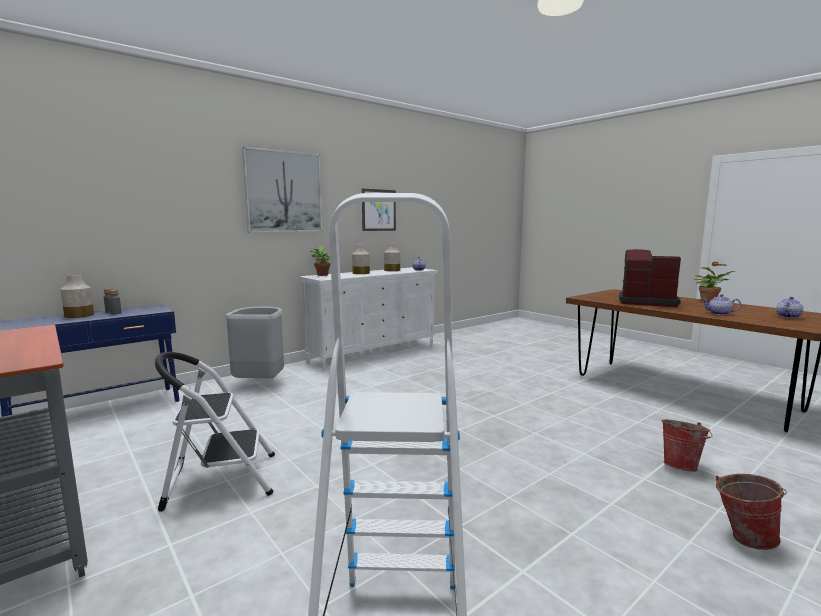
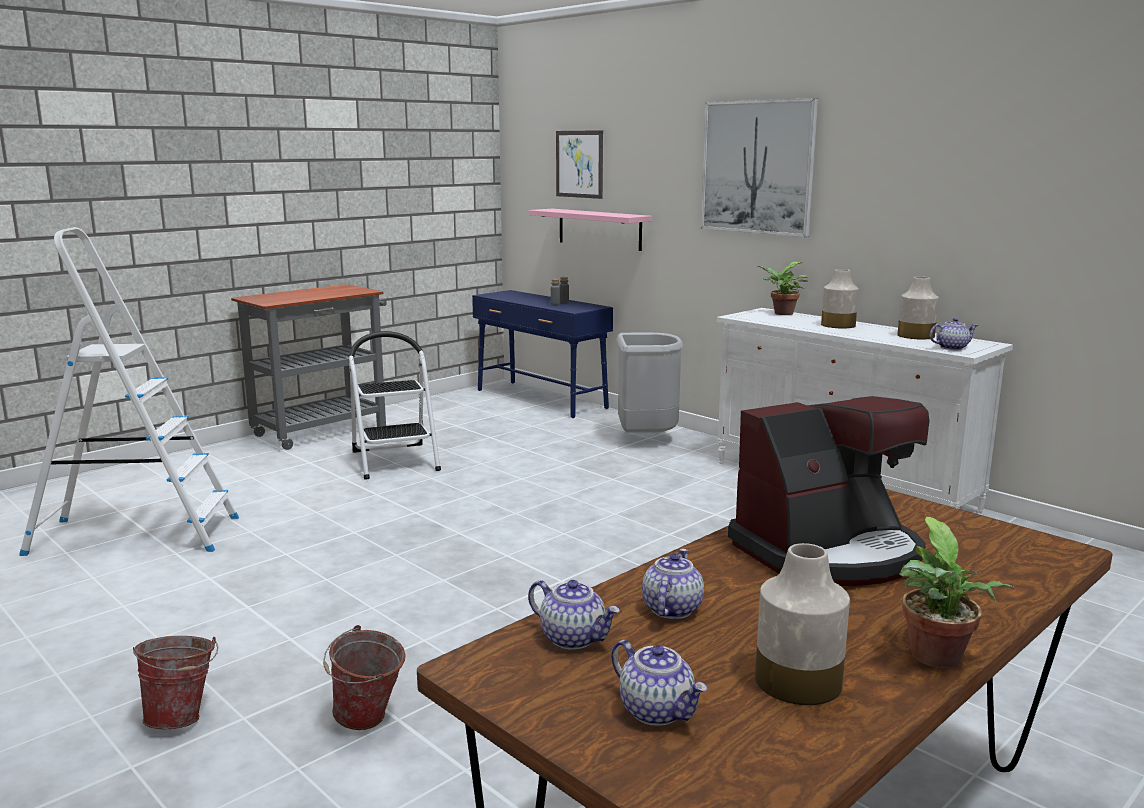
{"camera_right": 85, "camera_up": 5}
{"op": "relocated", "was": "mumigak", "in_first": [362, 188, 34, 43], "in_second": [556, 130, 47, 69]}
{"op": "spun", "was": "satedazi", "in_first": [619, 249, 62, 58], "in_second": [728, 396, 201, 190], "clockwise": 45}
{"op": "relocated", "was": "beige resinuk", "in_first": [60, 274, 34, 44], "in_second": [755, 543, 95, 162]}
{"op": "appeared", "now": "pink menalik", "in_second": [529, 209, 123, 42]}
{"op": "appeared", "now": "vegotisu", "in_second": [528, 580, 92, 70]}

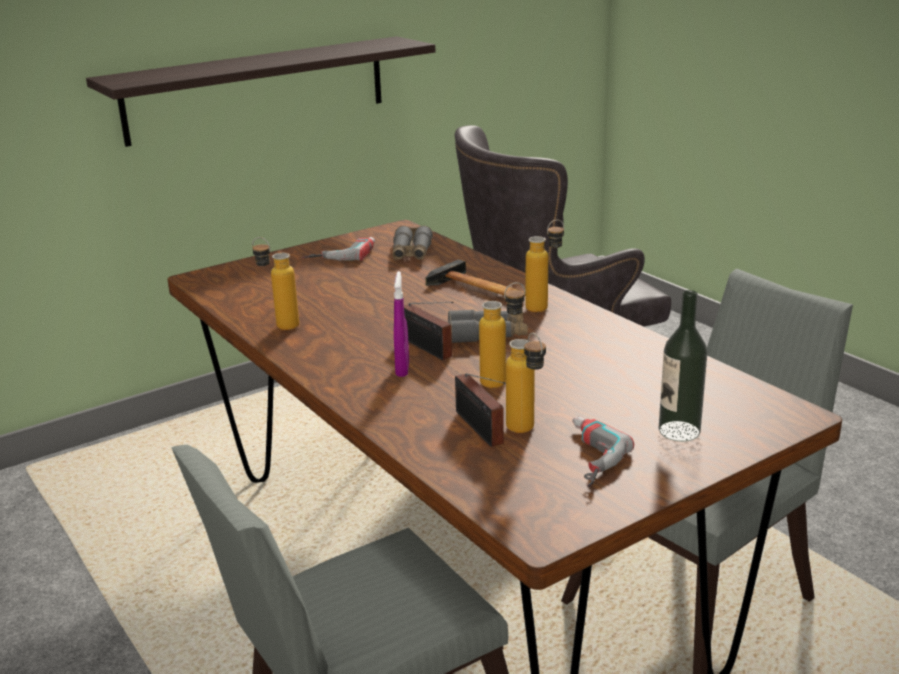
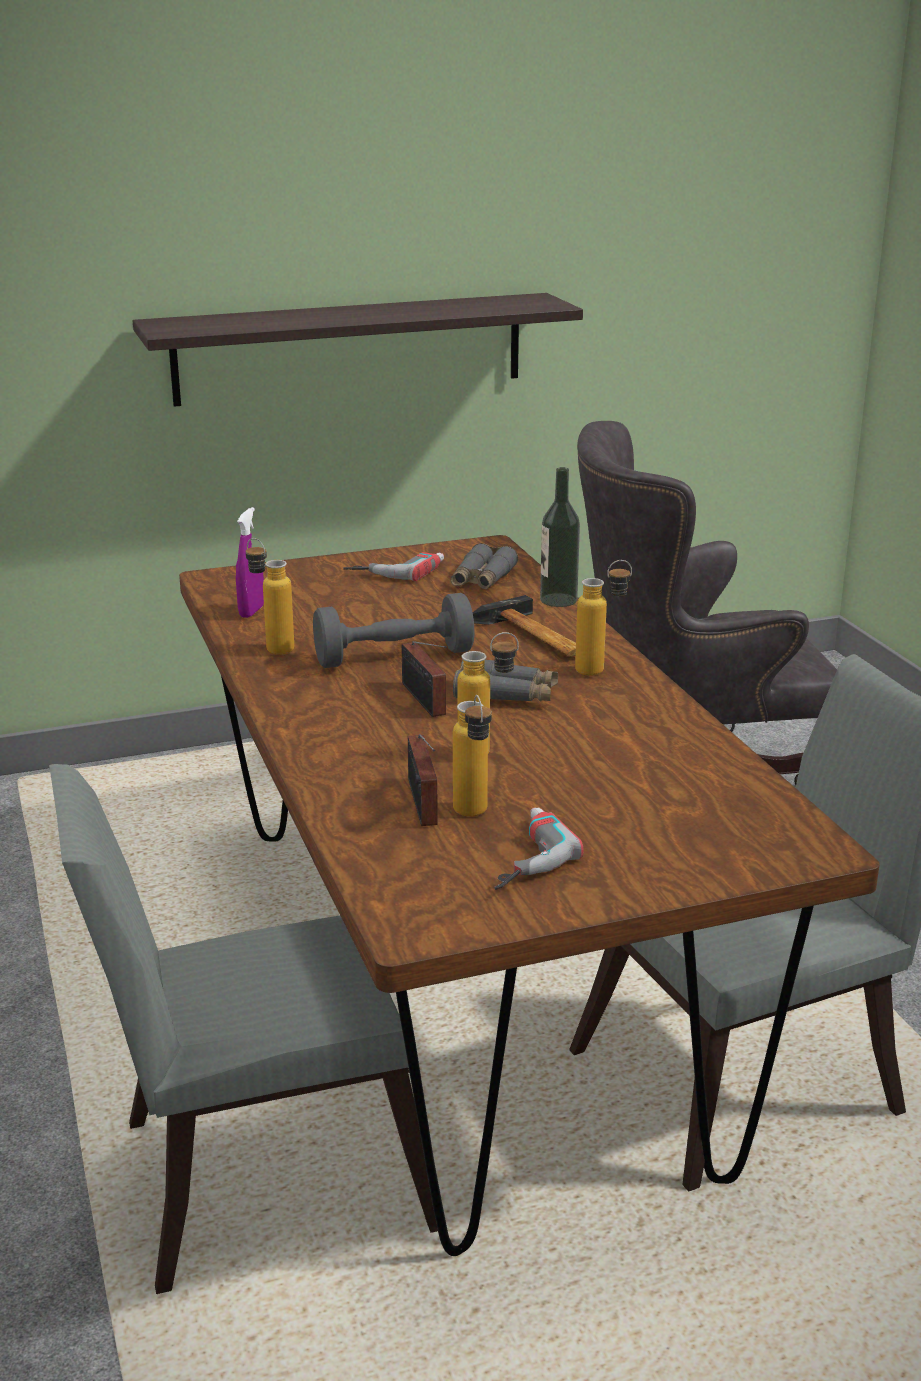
{"camera_right": 15, "camera_up": 0}
{"op": "relocated", "was": "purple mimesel", "in_first": [394, 271, 15, 106], "in_second": [236, 507, 28, 111]}
{"op": "relocated", "was": "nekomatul", "in_first": [659, 290, 49, 152], "in_second": [540, 467, 40, 140]}
{"op": "appeared", "now": "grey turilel", "in_second": [313, 593, 162, 75]}

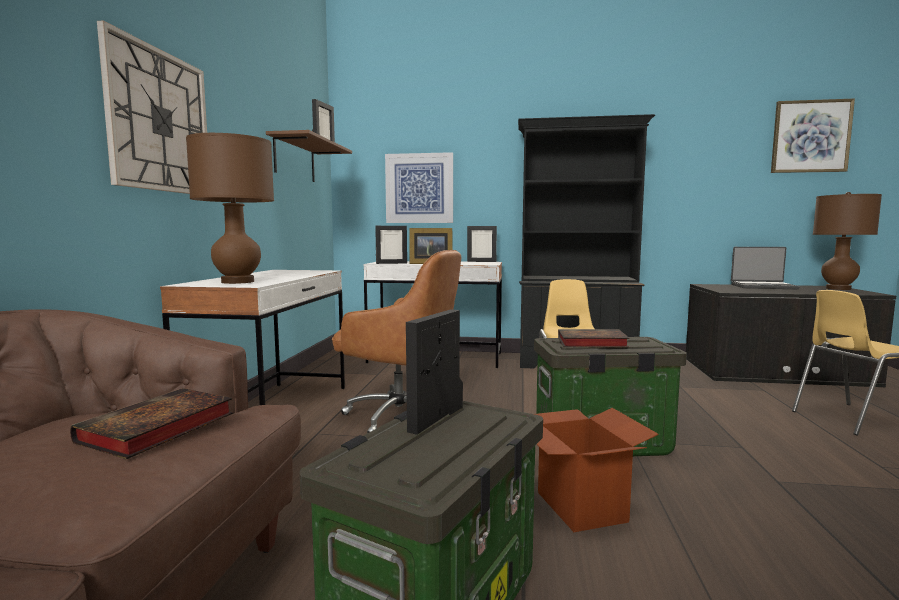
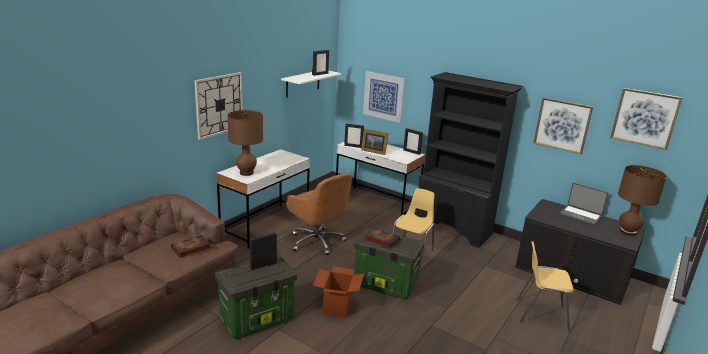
{"camera_right": 25, "camera_up": 15}
{"op": "colour", "was": "brown menalik", "now": "white menalik", "in_first": [266, 130, 86, 52], "in_second": [281, 71, 60, 26]}
{"op": "appeared", "now": "mumigak", "in_second": [533, 97, 60, 57]}

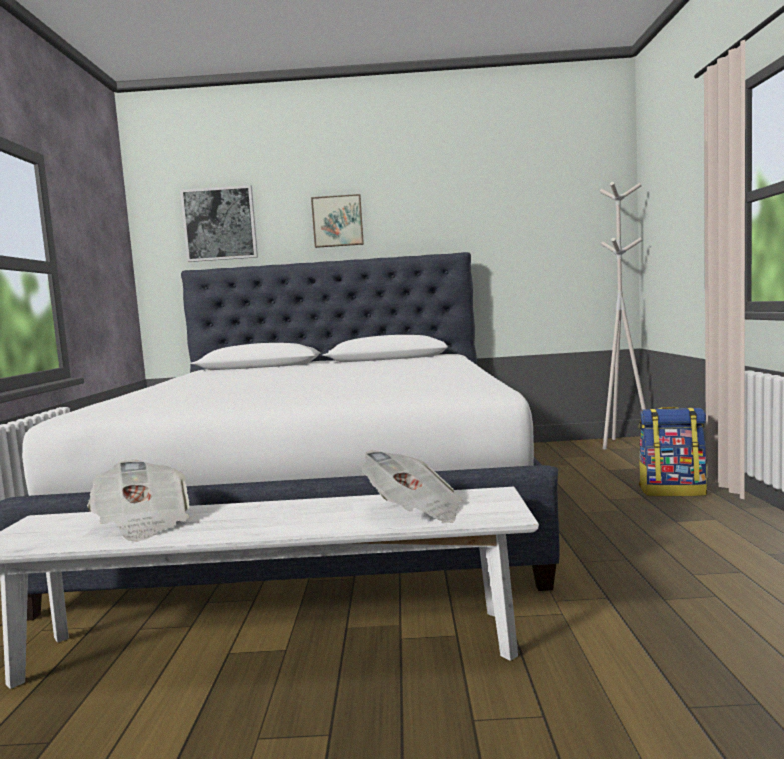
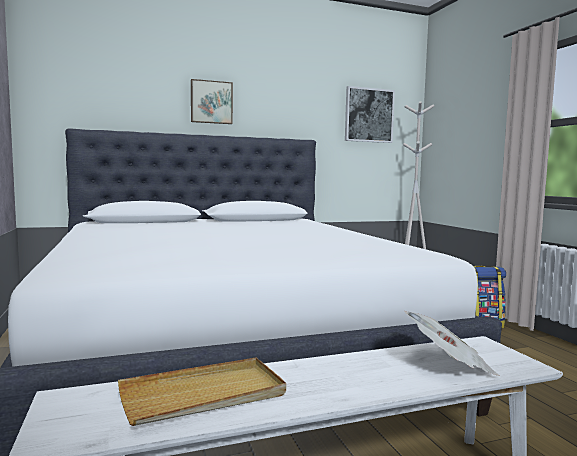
{"camera_right": -20, "camera_up": 0}
{"op": "relocated", "was": "mumigak", "in_first": [180, 185, 78, 77], "in_second": [345, 86, 50, 57]}
{"op": "exchanged", "was": "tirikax", "now": "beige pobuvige", "in_first": [87, 460, 102, 82], "in_second": [118, 358, 168, 68]}

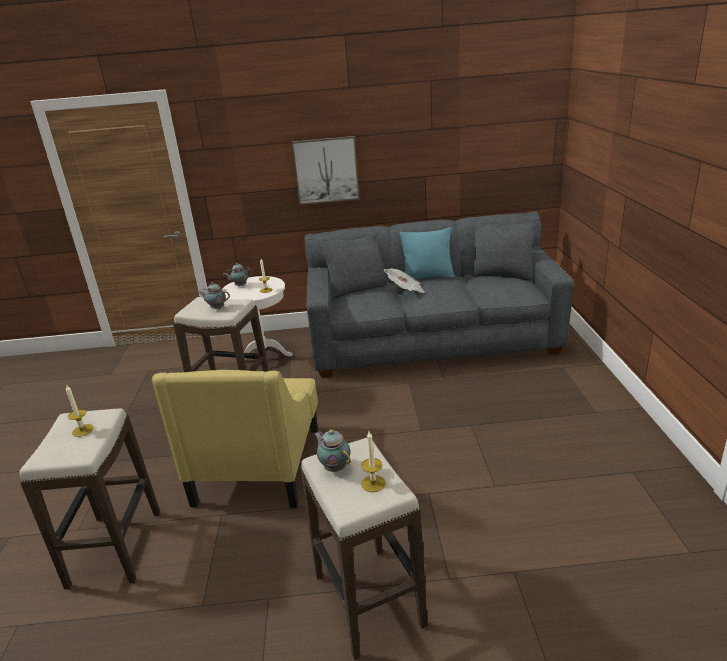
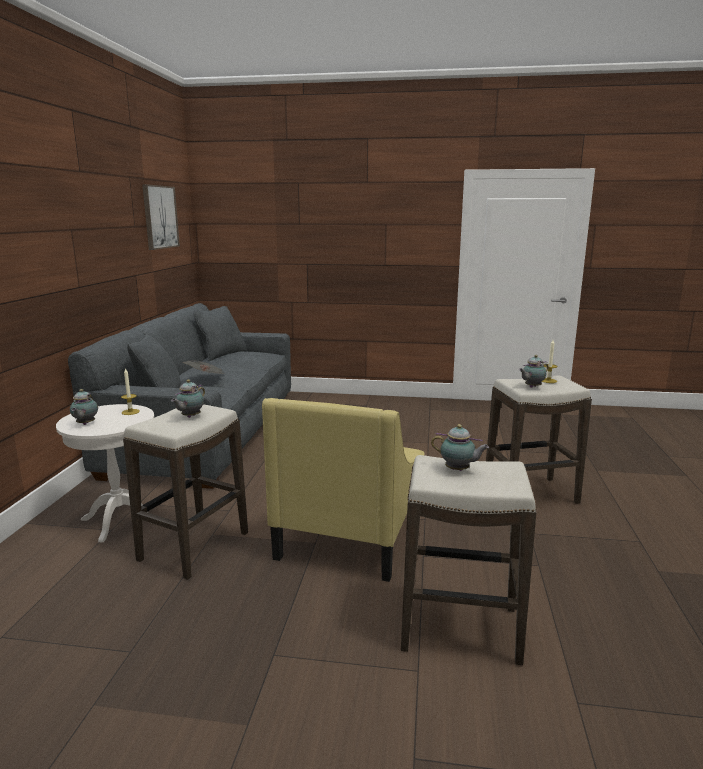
{"camera_right": -80, "camera_up": -10}
{"op": "relocated", "was": "mumigak", "in_first": [291, 136, 69, 69], "in_second": [142, 184, 38, 66]}
{"op": "missing", "was": "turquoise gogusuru", "in_first": [400, 227, 55, 52]}
{"op": "spun", "was": "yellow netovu", "in_first": [152, 370, 166, 138], "in_second": [262, 398, 163, 184], "clockwise": 90}
{"op": "exchanged", "was": "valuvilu", "now": "vegotisu", "in_first": [66, 384, 28, 53], "in_second": [431, 424, 58, 47]}

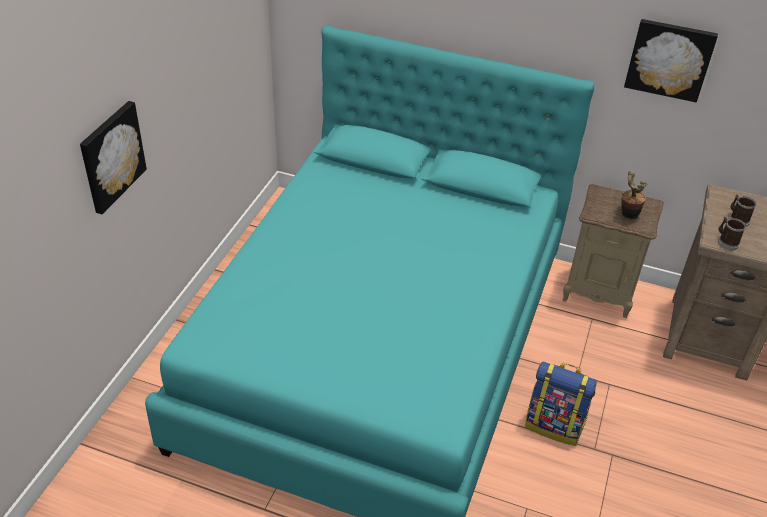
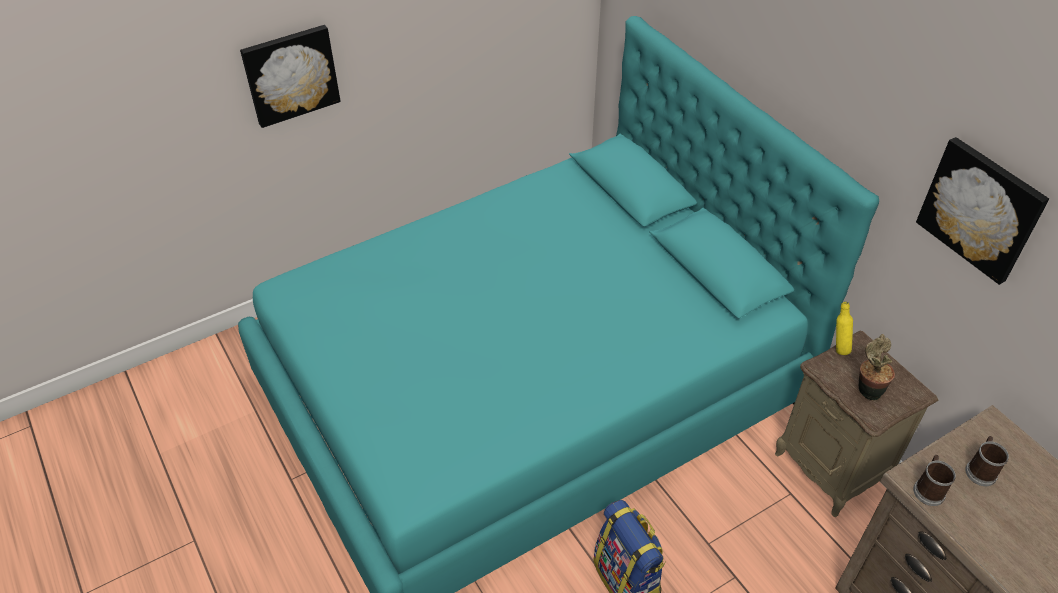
{"camera_right": 40, "camera_up": 5}
{"op": "appeared", "now": "yellow nekomatul", "in_second": [836, 302, 17, 53]}

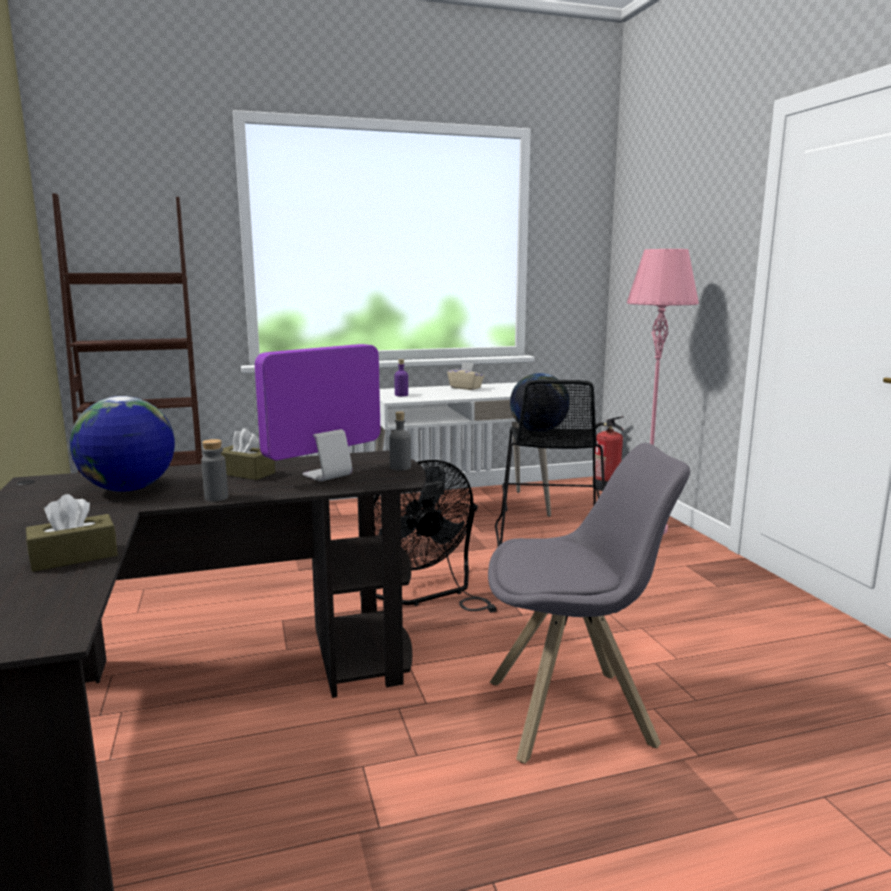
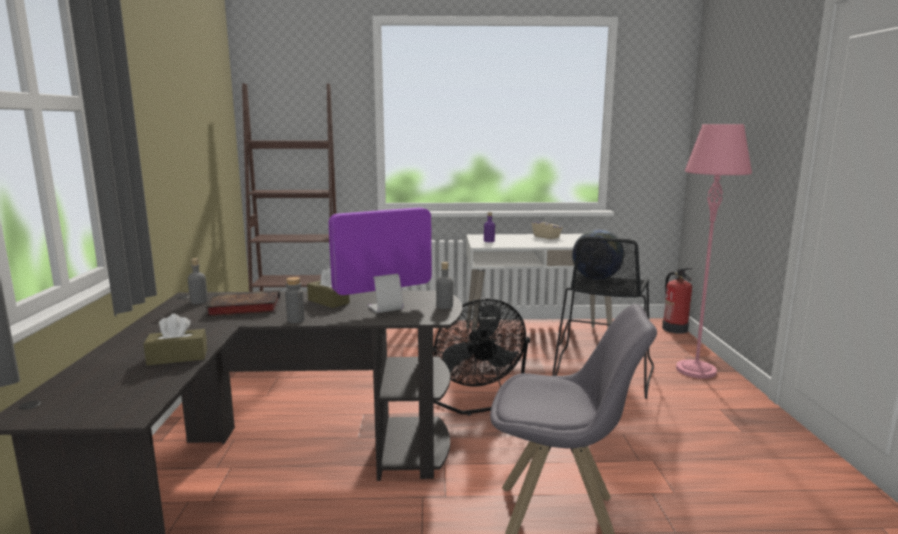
{"camera_right": 15, "camera_up": 0}
{"op": "exchanged", "was": "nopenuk", "now": "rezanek", "in_first": [70, 396, 105, 96], "in_second": [205, 290, 75, 27]}
{"op": "appeared", "now": "grey nekomatul", "in_second": [188, 258, 20, 46]}

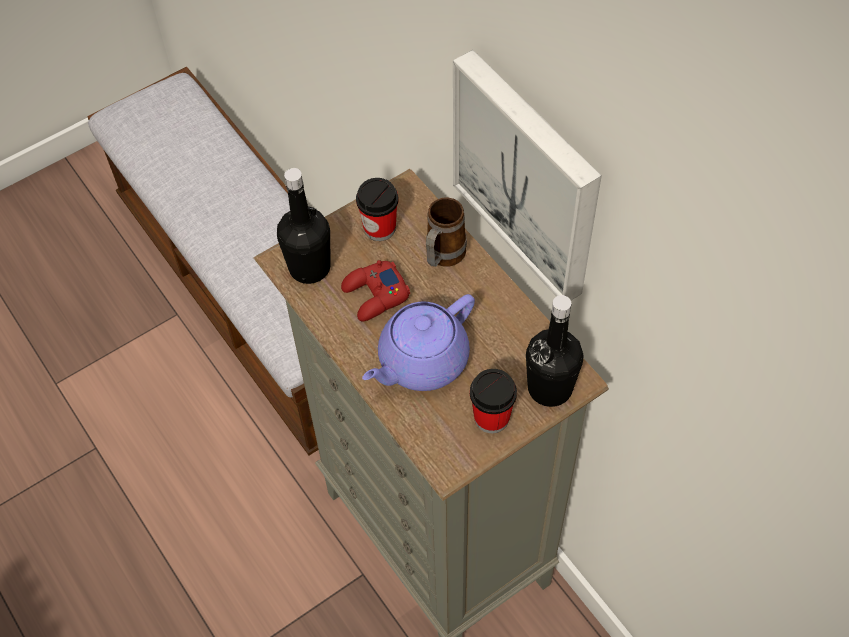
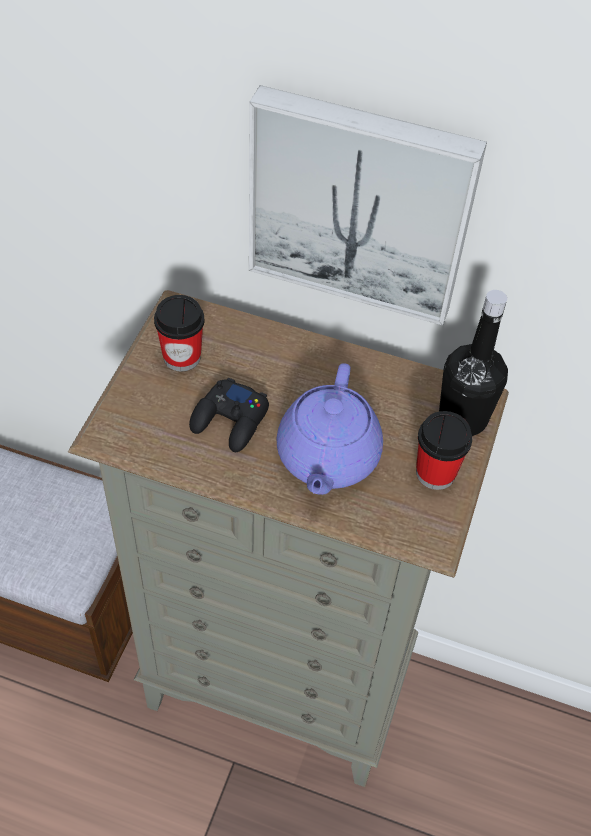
{"camera_right": -40, "camera_up": -5}
{"op": "missing", "was": "black nekomatul", "in_first": [277, 168, 54, 116]}
{"op": "missing", "was": "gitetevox", "in_first": [426, 197, 41, 70]}
{"op": "colour", "was": "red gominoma", "now": "black gominoma", "in_first": [341, 260, 69, 61], "in_second": [189, 377, 80, 75]}

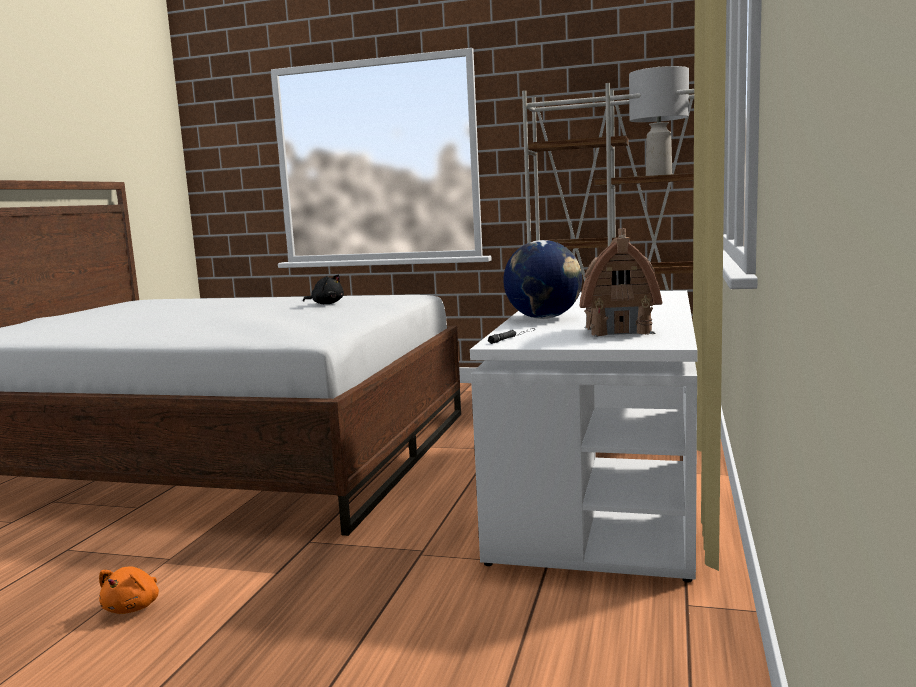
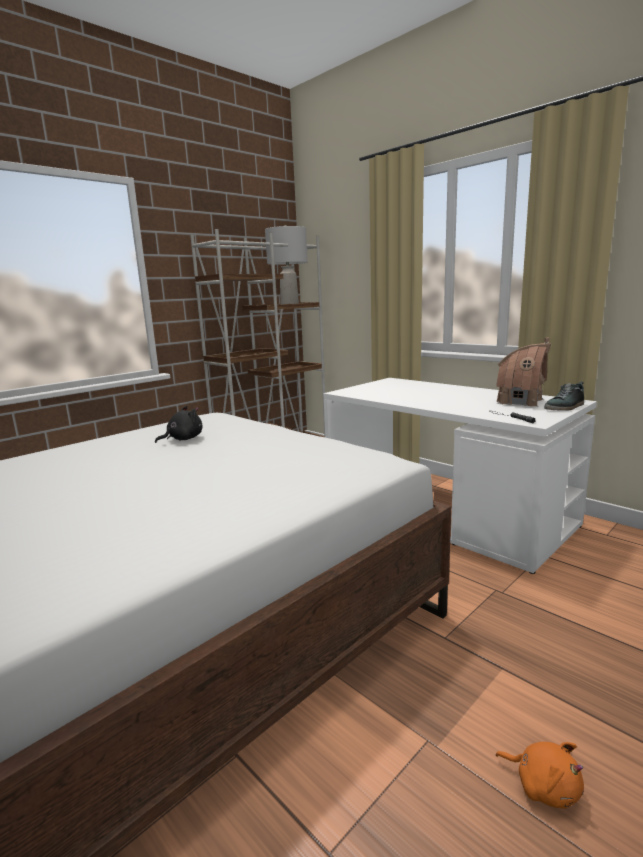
{"camera_right": -60, "camera_up": 5}
{"op": "missing", "was": "nopenuk", "in_first": [503, 240, 79, 79]}
{"op": "appeared", "now": "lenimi", "in_second": [544, 382, 40, 29]}

